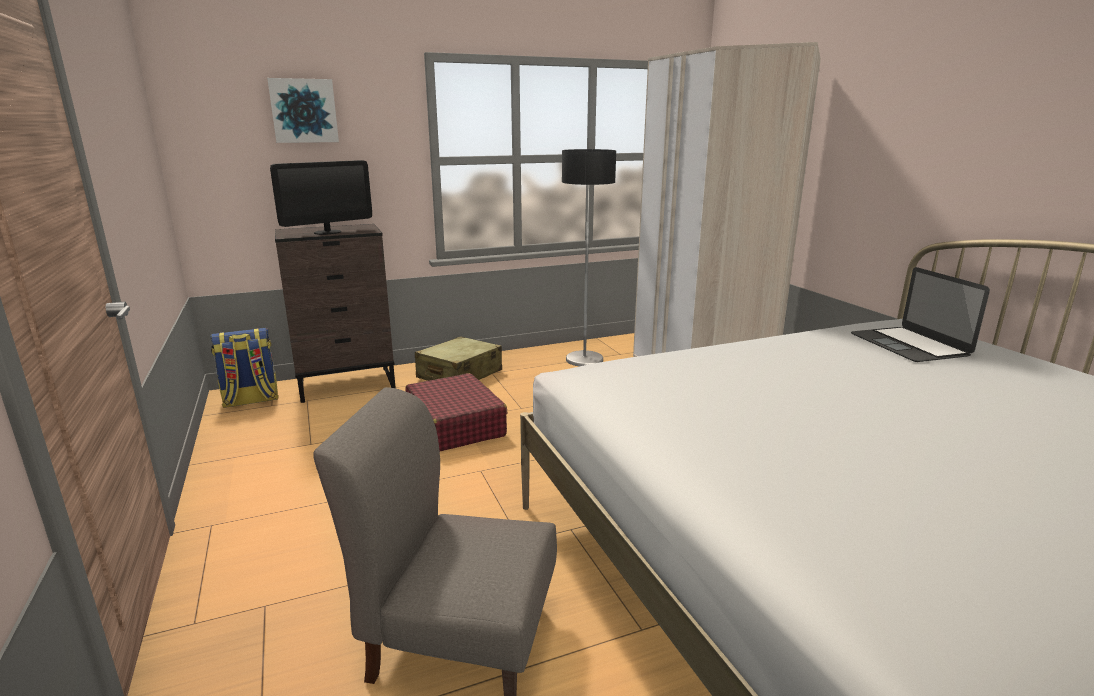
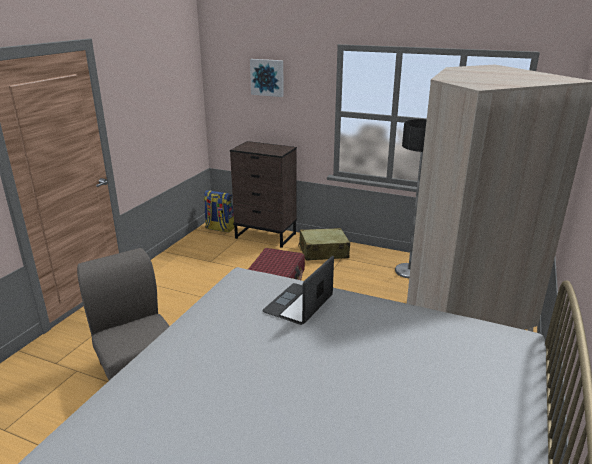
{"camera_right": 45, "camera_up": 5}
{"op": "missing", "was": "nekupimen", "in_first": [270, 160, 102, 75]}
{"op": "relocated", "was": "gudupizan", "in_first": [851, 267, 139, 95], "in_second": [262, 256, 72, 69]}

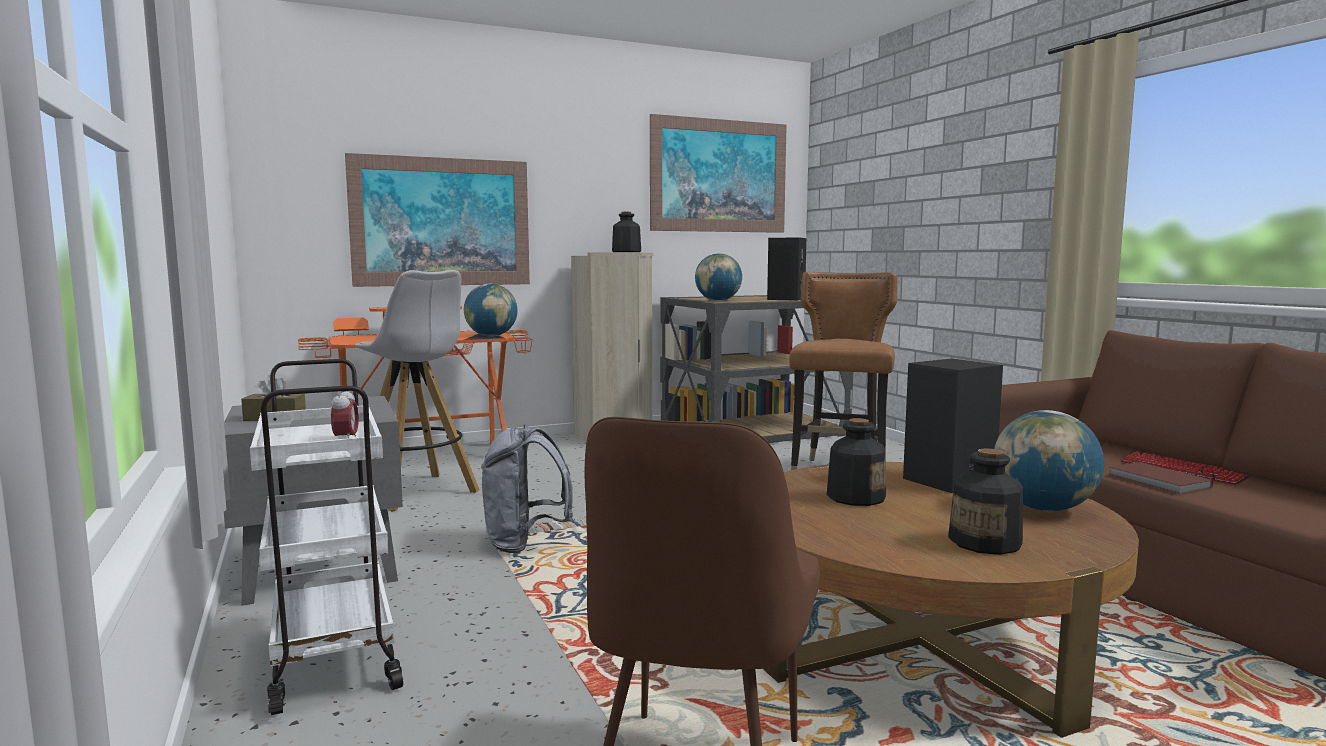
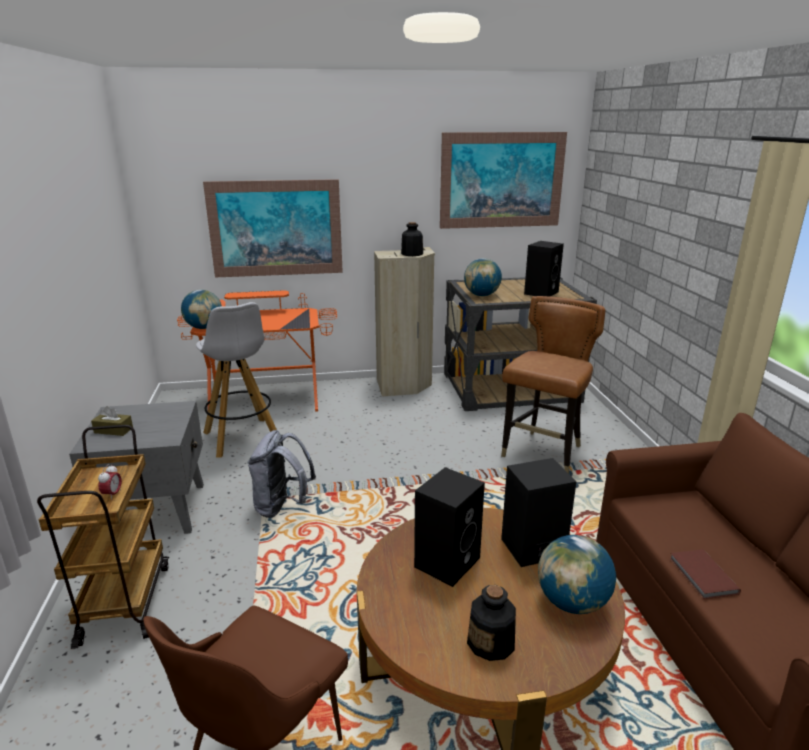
{"camera_right": 15, "camera_up": 15}
{"op": "relocated", "was": "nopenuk", "in_first": [464, 284, 54, 52], "in_second": [181, 290, 41, 39]}
{"op": "colour", "was": "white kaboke", "now": "brown kaboke", "in_first": [250, 359, 153, 356], "in_second": [37, 425, 132, 224]}
{"op": "exchanged", "was": "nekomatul", "now": "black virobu", "in_first": [827, 418, 59, 88], "in_second": [414, 467, 71, 120]}
{"op": "missing", "was": "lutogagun", "in_first": [1120, 451, 130, 34]}

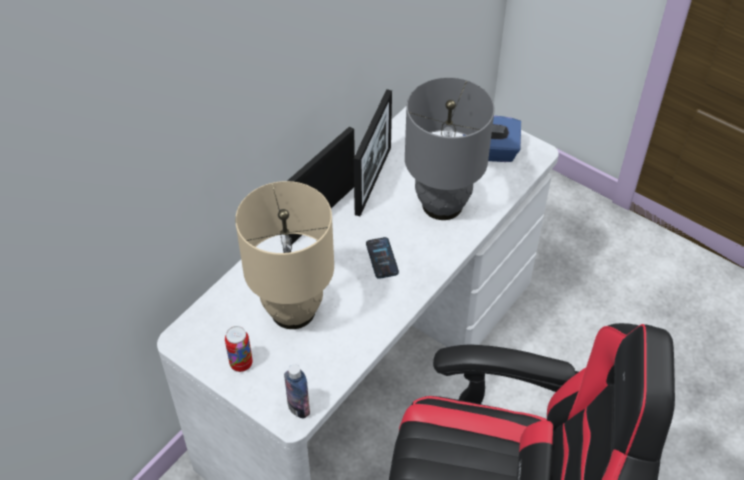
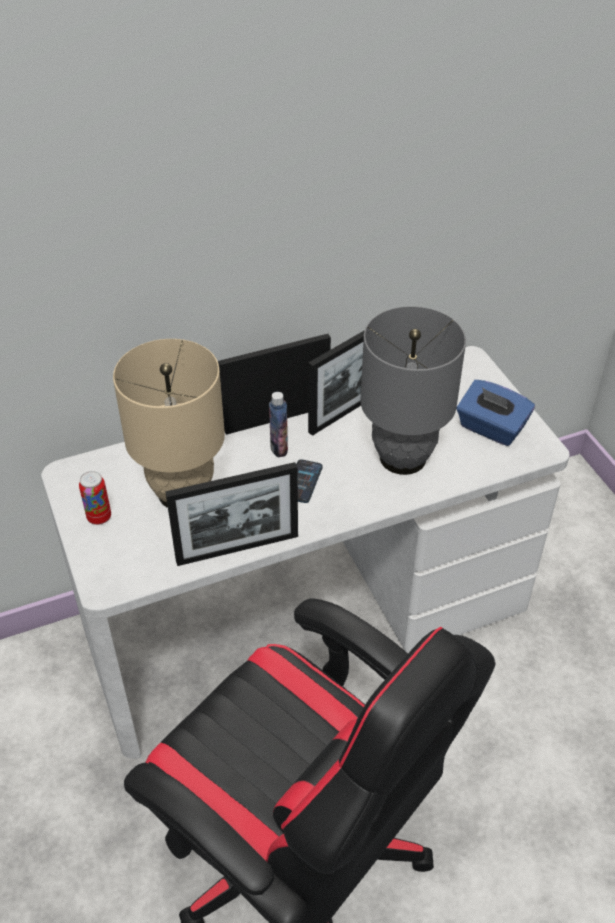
{"camera_right": 30, "camera_up": -5}
{"op": "relocated", "was": "nekomatul", "in_first": [284, 364, 26, 54], "in_second": [269, 392, 19, 65]}
{"op": "appeared", "now": "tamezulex", "in_second": [165, 462, 133, 104]}

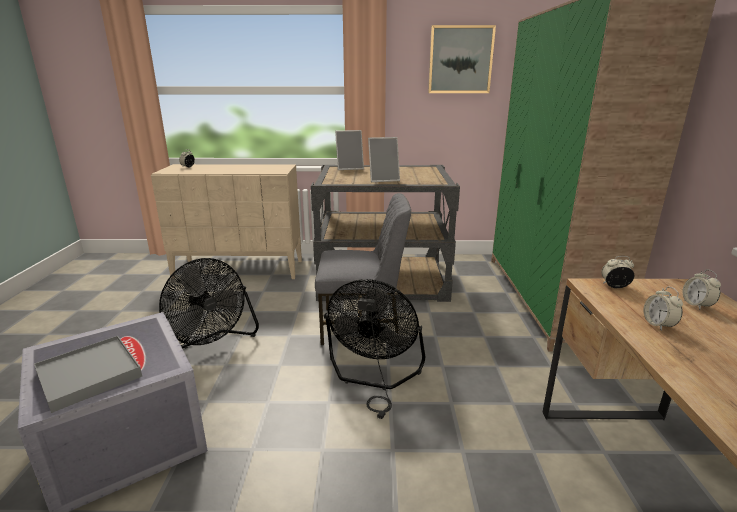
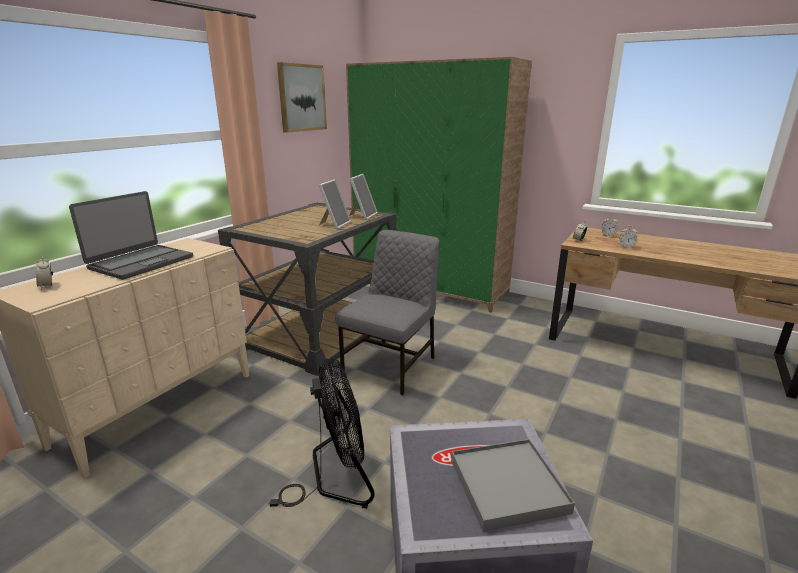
{"camera_right": -60, "camera_up": 0}
{"op": "relocated", "was": "tamezulex", "in_first": [335, 130, 29, 40], "in_second": [349, 174, 29, 46]}
{"op": "missing", "was": "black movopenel", "in_first": [324, 279, 101, 140]}
{"op": "appeared", "now": "gudupizan", "in_second": [69, 191, 124, 89]}

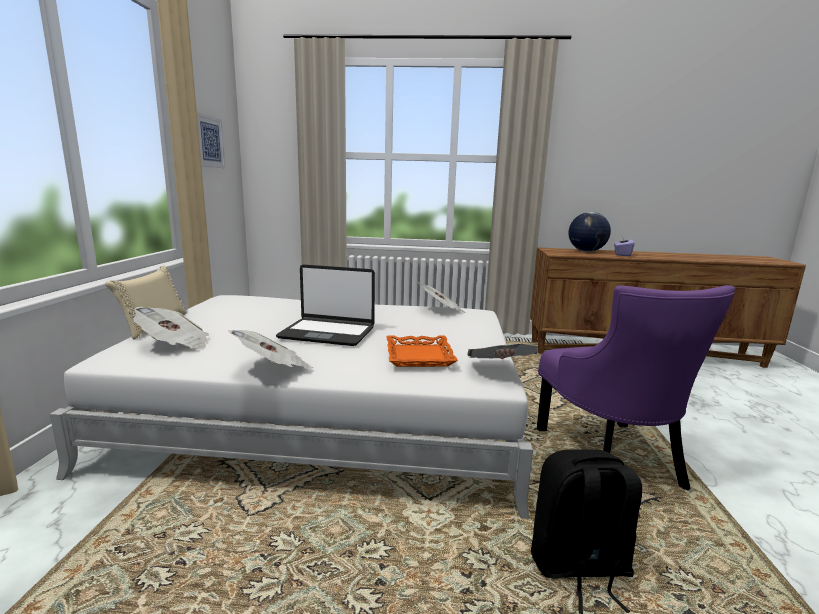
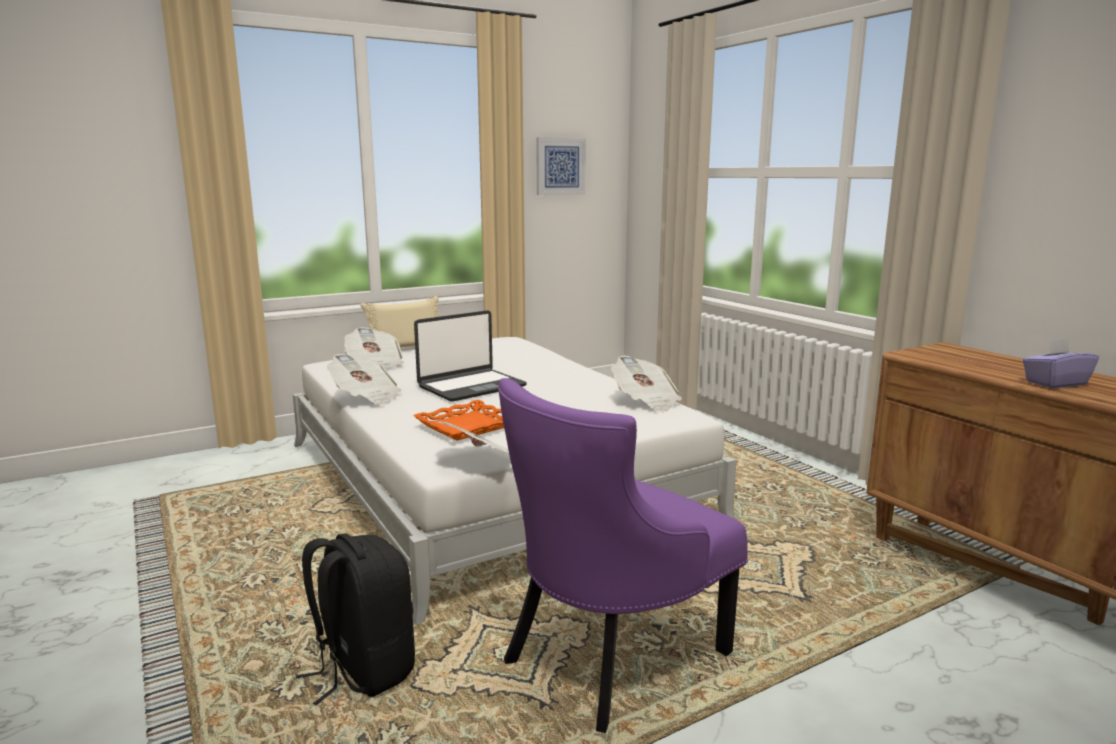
{"camera_right": 55, "camera_up": 0}
{"op": "missing", "was": "nopenuk", "in_first": [569, 212, 42, 40]}
{"op": "spun", "was": "gudupizan", "in_first": [276, 264, 99, 82], "in_second": [414, 310, 113, 92], "clockwise": -105}

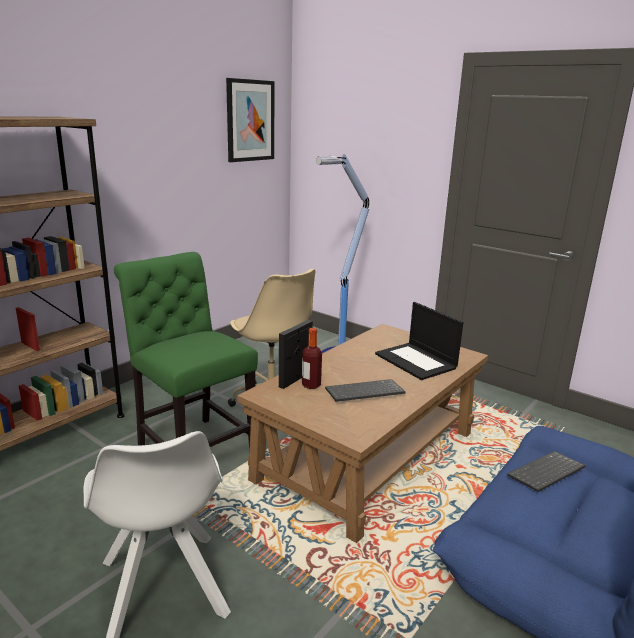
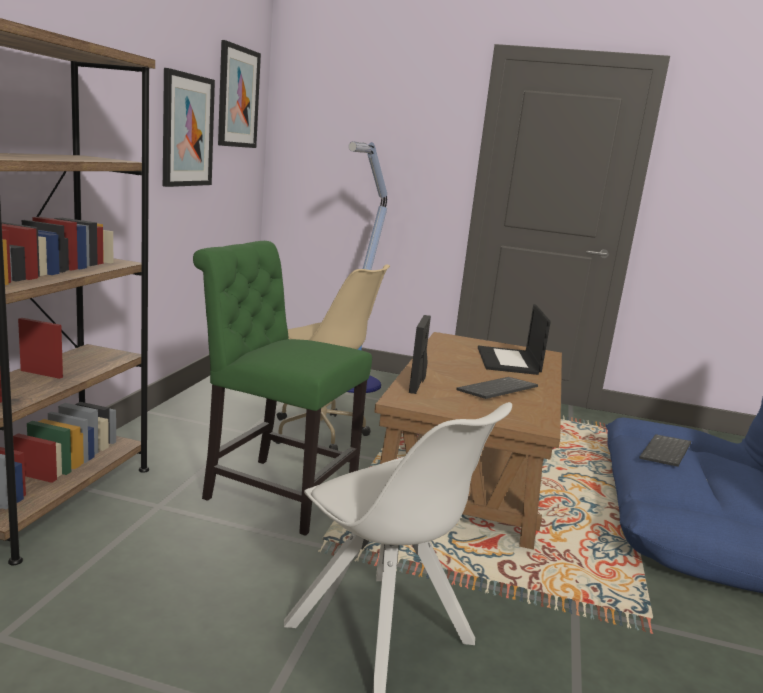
{"camera_right": -25, "camera_up": -5}
{"op": "spun", "was": "gudupizan", "in_first": [375, 302, 88, 78], "in_second": [478, 304, 73, 71], "clockwise": 60}
{"op": "missing", "was": "nekomatul", "in_first": [302, 328, 20, 61]}
{"op": "appeared", "now": "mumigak", "in_second": [163, 68, 52, 119]}

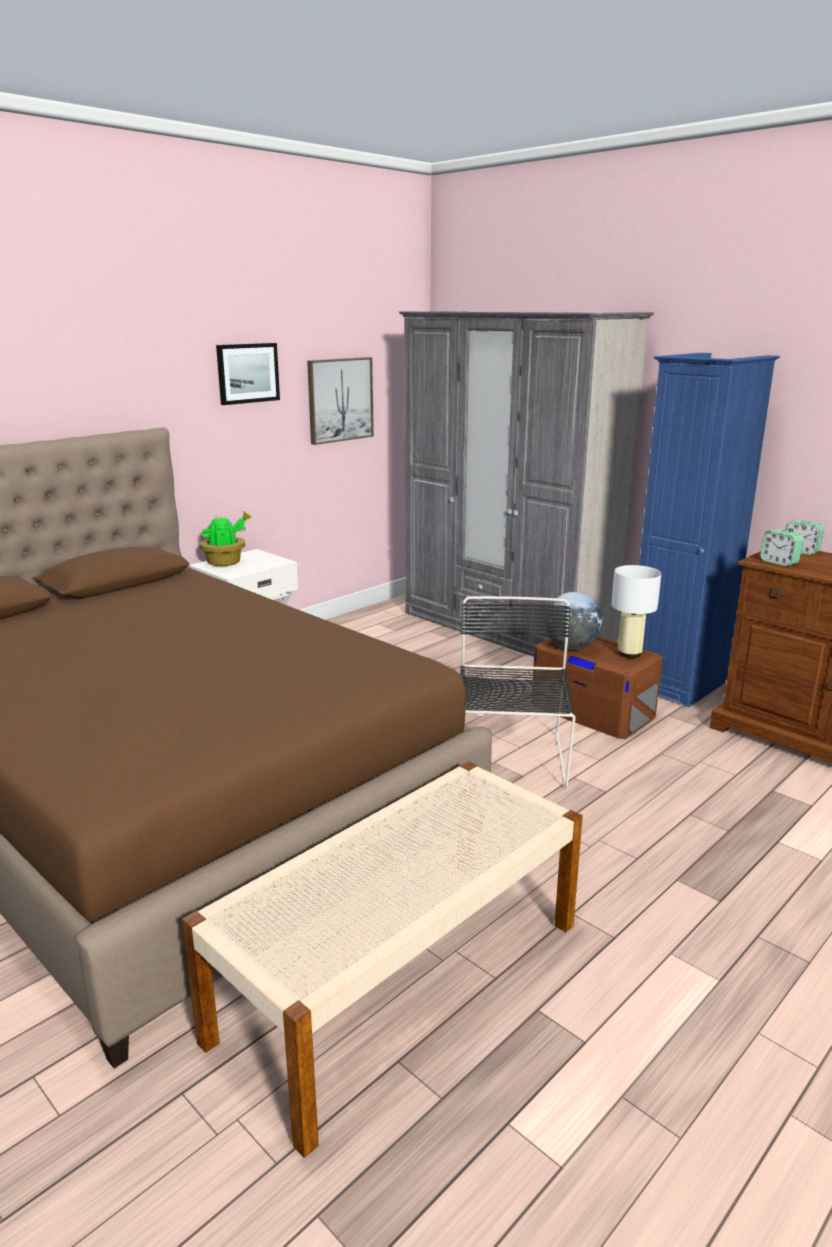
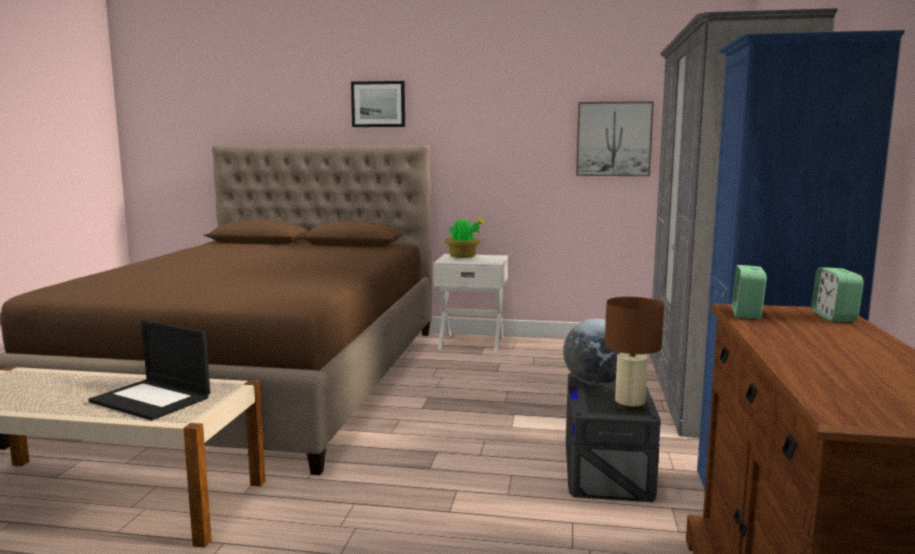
{"camera_right": 55, "camera_up": -10}
{"op": "relocated", "was": "mumigak", "in_first": [216, 343, 64, 62], "in_second": [351, 81, 54, 46]}
{"op": "colour", "was": "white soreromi", "now": "brown soreromi", "in_first": [612, 565, 49, 93], "in_second": [605, 297, 59, 114]}
{"op": "missing", "was": "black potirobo", "in_first": [460, 596, 116, 192]}
{"op": "colour", "was": "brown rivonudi", "now": "grey rivonudi", "in_first": [532, 637, 131, 102], "in_second": [566, 373, 95, 129]}
{"op": "appeared", "now": "gudupizan", "in_second": [88, 320, 122, 101]}

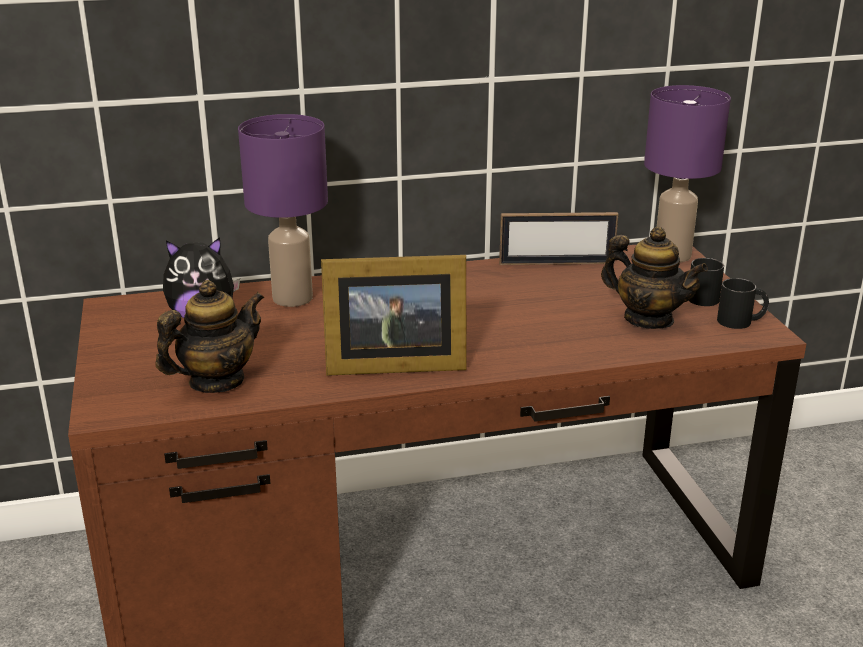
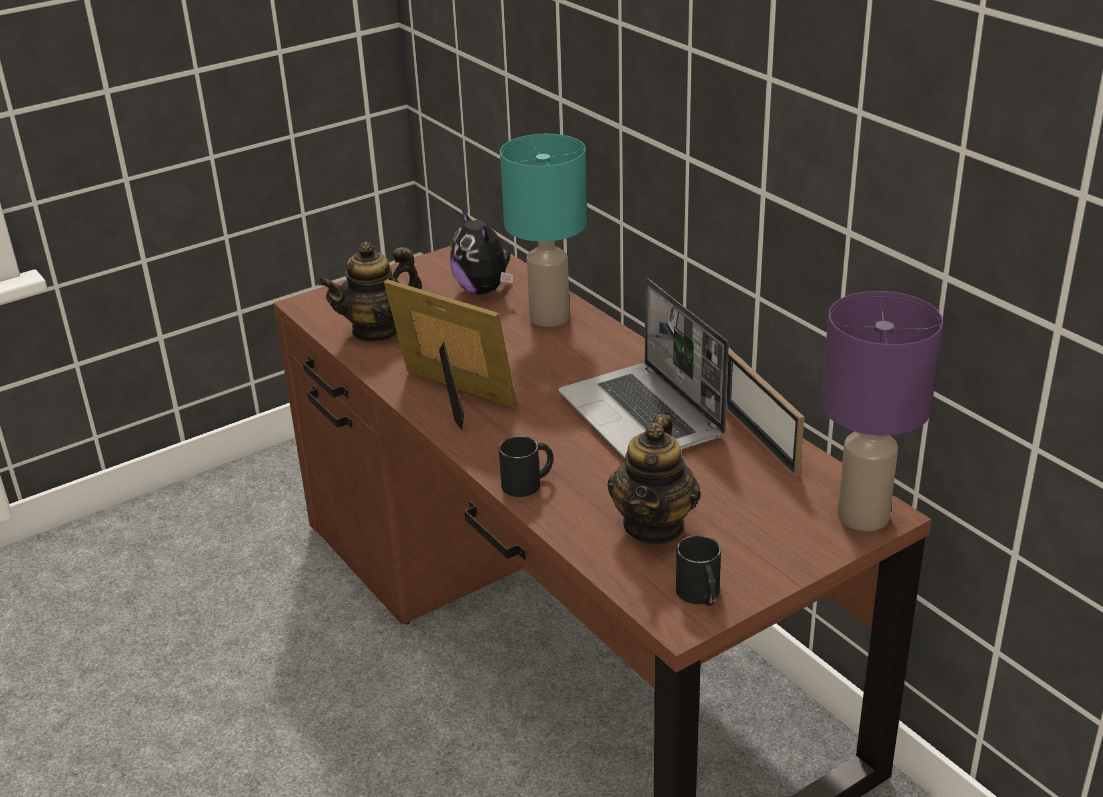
{"camera_right": 70, "camera_up": 5}
{"op": "colour", "was": "purple soreromi", "now": "turquoise soreromi", "in_first": [238, 114, 90, 193], "in_second": [500, 134, 87, 193]}
{"op": "spun", "was": "tamezulex", "in_first": [321, 255, 146, 121], "in_second": [384, 279, 133, 151], "clockwise": 150}
{"op": "relocated", "was": "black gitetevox", "in_first": [688, 258, 36, 48], "in_second": [499, 436, 54, 61]}
{"op": "spun", "was": "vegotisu", "in_first": [155, 280, 109, 113], "in_second": [319, 242, 103, 101], "clockwise": 120}
{"op": "appeared", "now": "gudupizan", "in_second": [558, 278, 171, 181]}

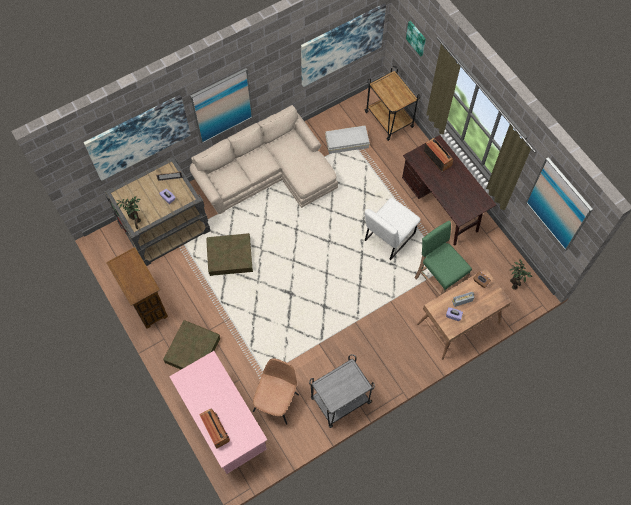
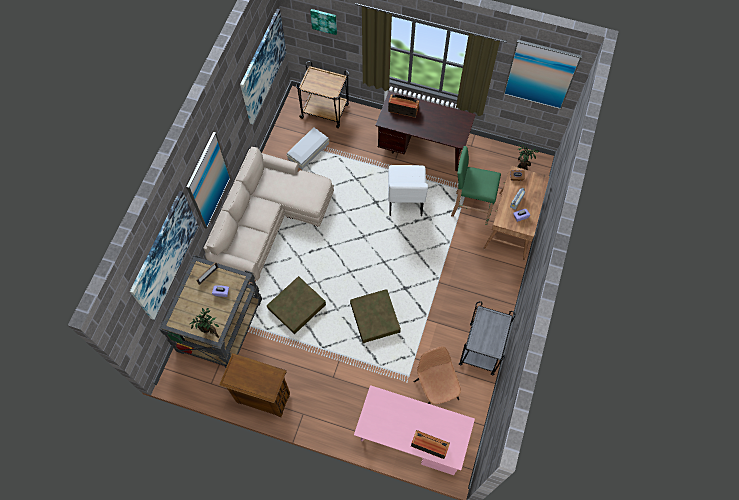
{"camera_right": -40, "camera_up": 0}
{"op": "relocated", "was": "brown rivonudi", "in_first": [163, 320, 57, 50], "in_second": [350, 289, 51, 54]}

